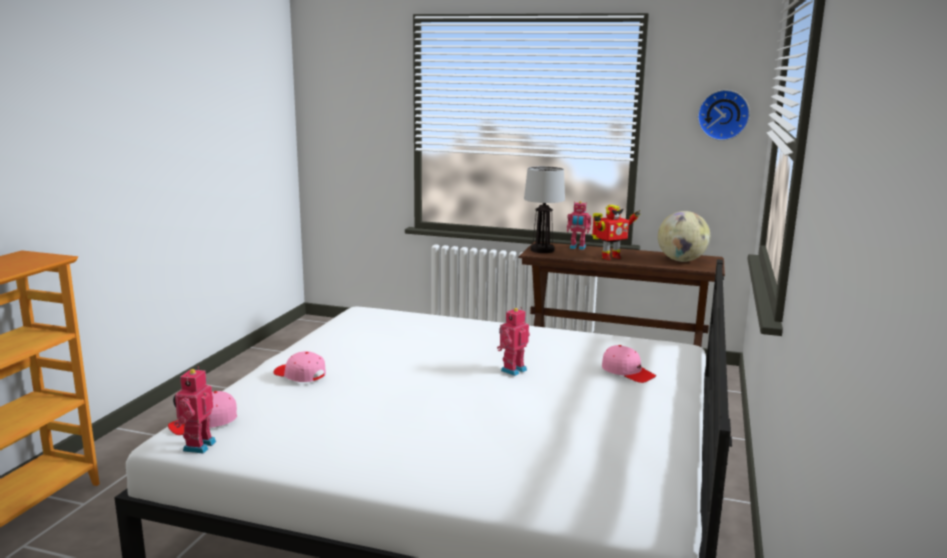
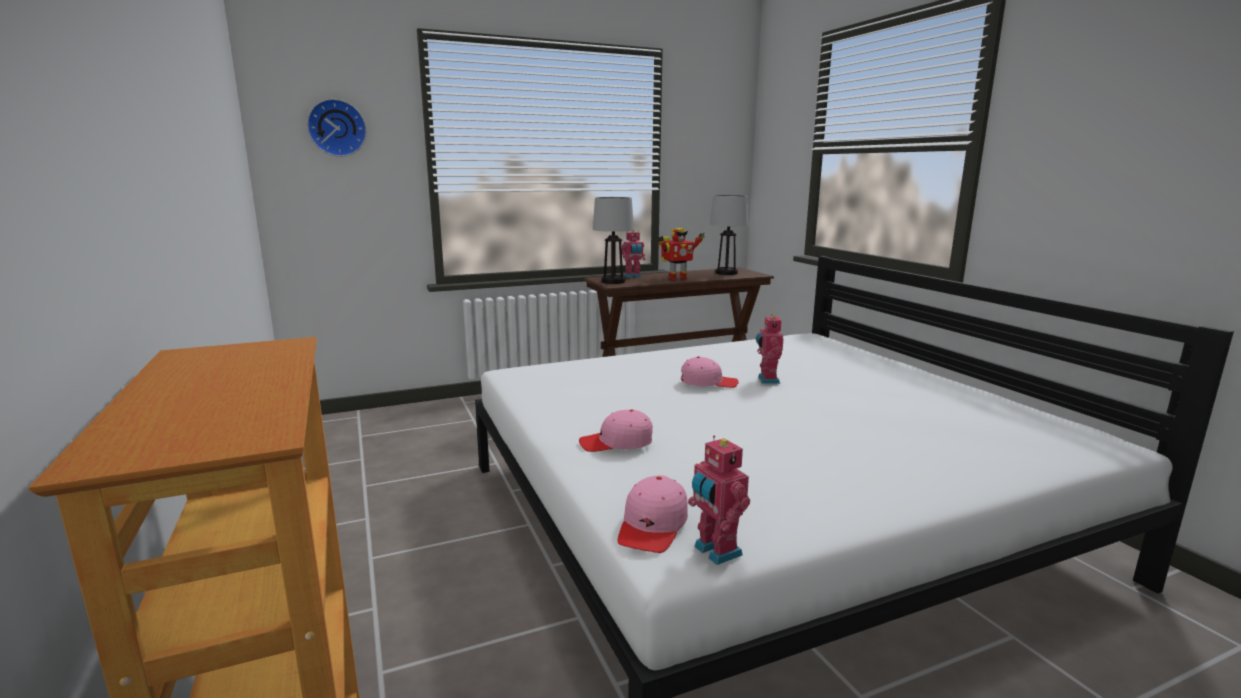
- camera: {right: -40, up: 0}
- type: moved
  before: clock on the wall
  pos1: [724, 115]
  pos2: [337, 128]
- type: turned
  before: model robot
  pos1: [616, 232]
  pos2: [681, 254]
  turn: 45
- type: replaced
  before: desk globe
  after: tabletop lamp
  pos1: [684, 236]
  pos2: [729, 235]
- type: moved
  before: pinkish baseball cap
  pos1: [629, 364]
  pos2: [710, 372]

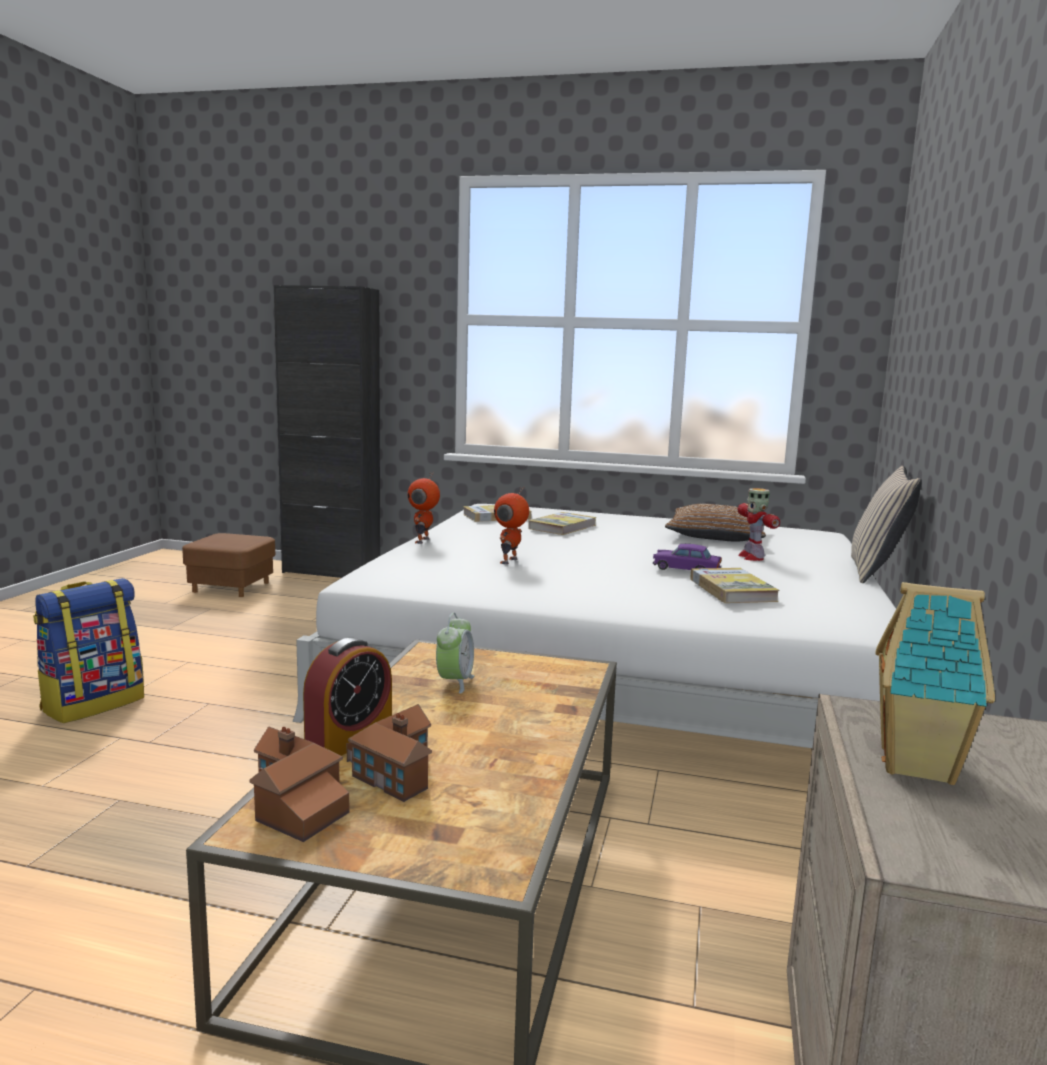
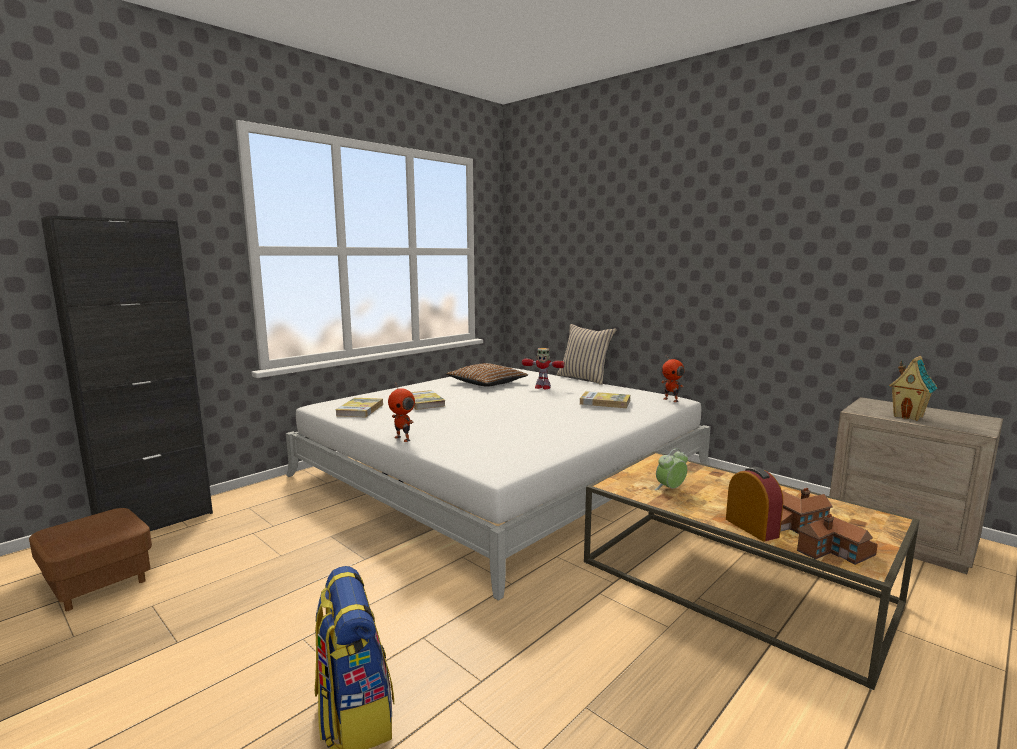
- camera: {right: -60, up: 0}
- type: moved
  before: model robot
  pos1: [511, 525]
  pos2: [673, 378]
- type: removed
  before: purple-coloured model car
  pos1: [687, 557]
- type: turned
  before: alarm clock
  pos1: [455, 653]
  pos2: [671, 469]
  turn: -75

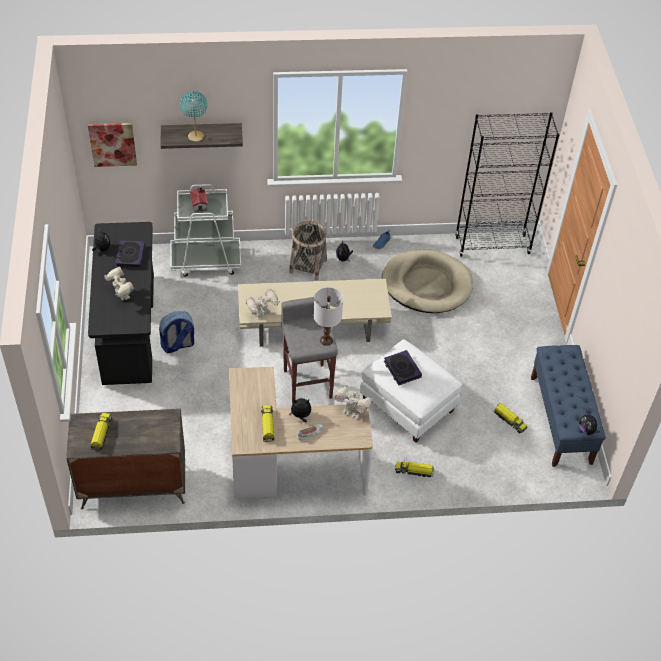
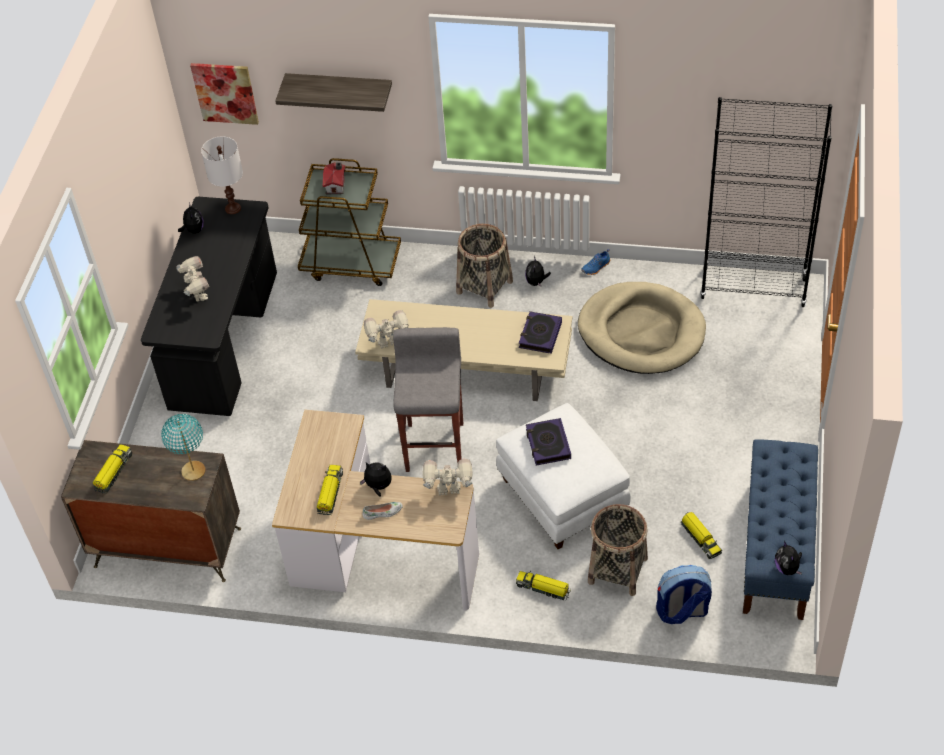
- camera: {right: 20, up: 0}
- type: moved
  before: turquoise tabletop lamp
  pos1: [194, 116]
  pos2: [183, 447]
- type: recoloured
  before: whitish cart
  after: brown cart
  pos1: [206, 230]
  pos2: [349, 222]
- type: moved
  before: bound book
  pos1: [130, 254]
  pos2: [540, 332]
- type: moved
  before: whitish tabletop lamp
  pos1: [328, 316]
  pos2: [222, 175]
- type: moved
  before: backpack
  pos1: [176, 332]
  pos2: [684, 594]
- type: turned
  before: model robot
  pos1: [354, 402]
  pos2: [447, 477]
  turn: 135
- type: added
  after: basket
  pos2: [618, 550]

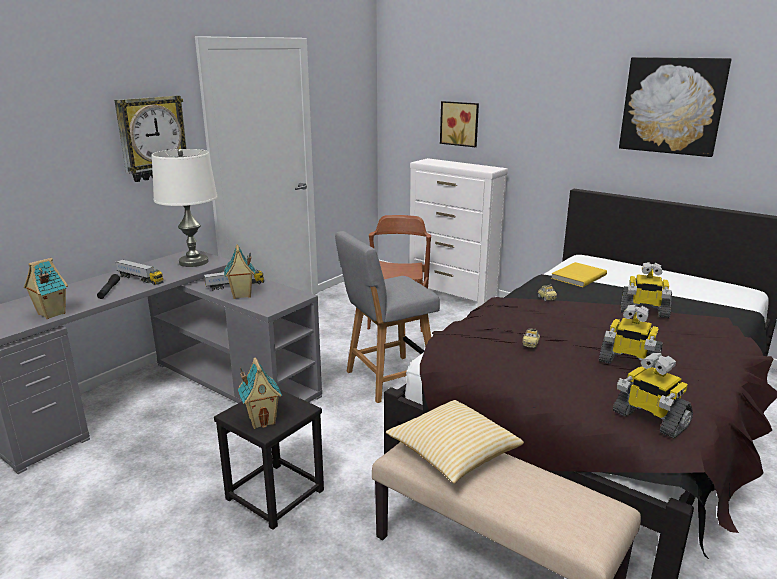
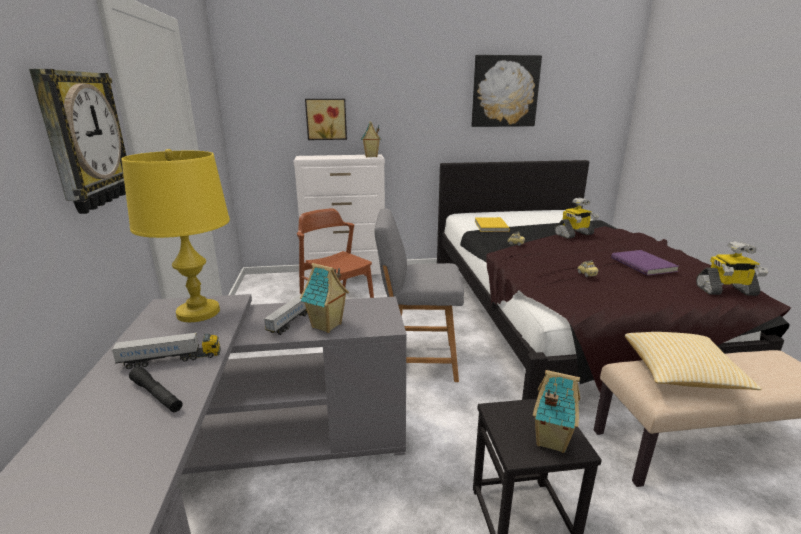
- camera: {right: -45, up: 0}
- type: recoloured
  before: whitish tabletop lamp
  after: yellow-coloured tabletop lamp
  pos1: [184, 208]
  pos2: [175, 235]
- type: turned
  before: greyish upright chair
  pos1: [387, 317]
  pos2: [419, 295]
  turn: 75
- type: moved
  before: model house
  pos1: [46, 288]
  pos2: [371, 139]
- type: replaced
  before: model robot
  after: purple-coloured bound book
  pos1: [631, 336]
  pos2: [645, 263]

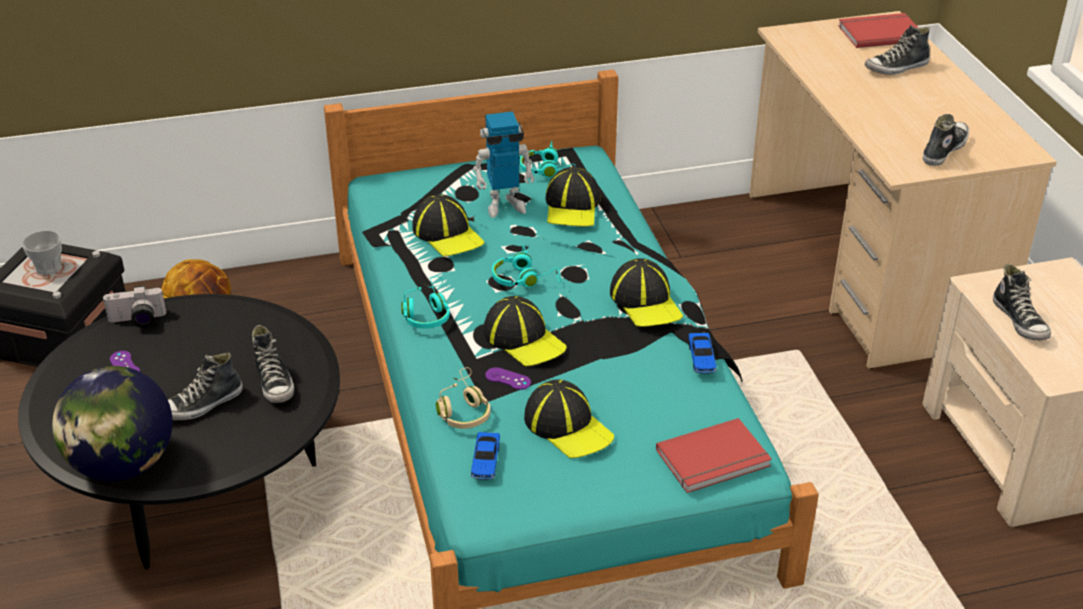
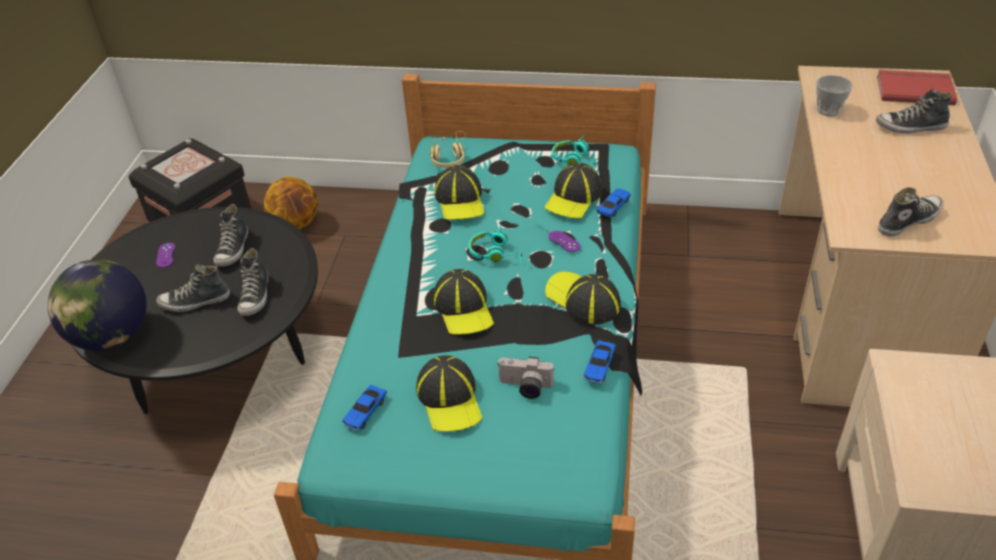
- camera: {right: 25, up: 5}
- type: removed
  before: model robot
  pos1: [504, 164]
- type: moved
  before: cup
  pos1: [42, 252]
  pos2: [834, 96]
- type: turned
  before: baseball cap
  pos1: [646, 292]
  pos2: [583, 298]
  turn: 135
- type: moved
  before: shoe
  pos1: [1022, 302]
  pos2: [230, 235]
- type: removed
  before: turquoise pair of headphones
  pos1: [425, 302]
- type: moved
  before: still camera
  pos1: [134, 306]
  pos2: [526, 378]
- type: moved
  before: sand-coloured pair of headphones
  pos1: [463, 398]
  pos2: [448, 149]
- type: moved
  before: purple-coloured game controller
  pos1: [508, 378]
  pos2: [565, 241]
- type: removed
  before: red bound book
  pos1: [714, 455]
- type: added
  after: model car
  pos2: [614, 202]

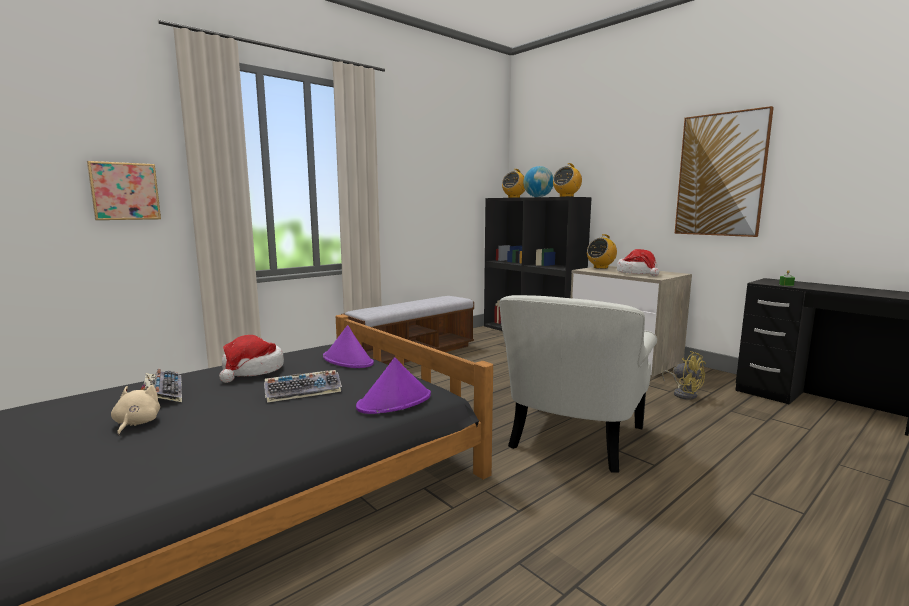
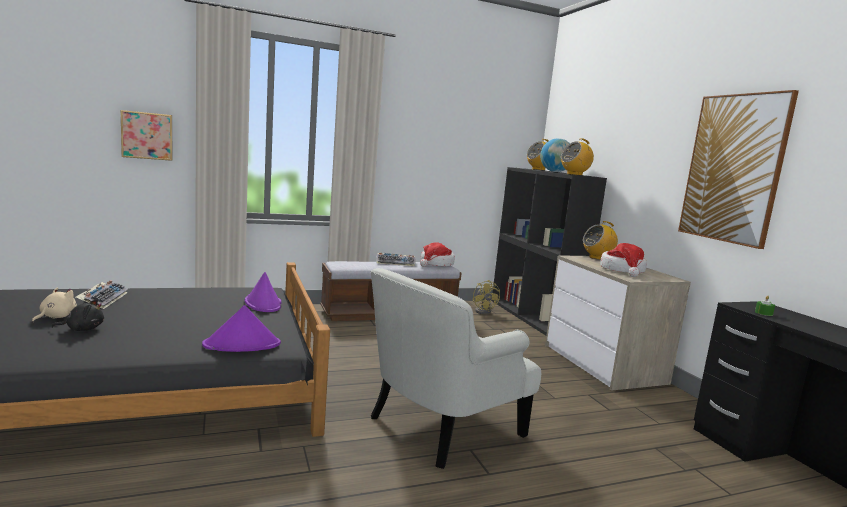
- camera: {right: 20, up: 0}
- type: moved
  before: clothing hat
  pos1: [251, 359]
  pos2: [437, 254]
- type: moved
  before: yellow-coloured fan
  pos1: [684, 375]
  pos2: [486, 297]
- type: moved
  before: PC keyboard
  pos1: [303, 386]
  pos2: [395, 259]
- type: added
  after: black-coloured plush toy
  pos2: [77, 315]

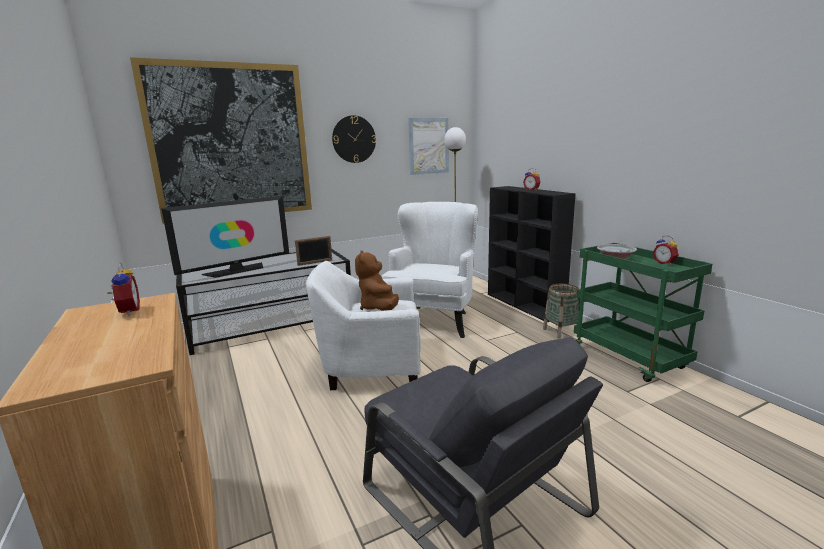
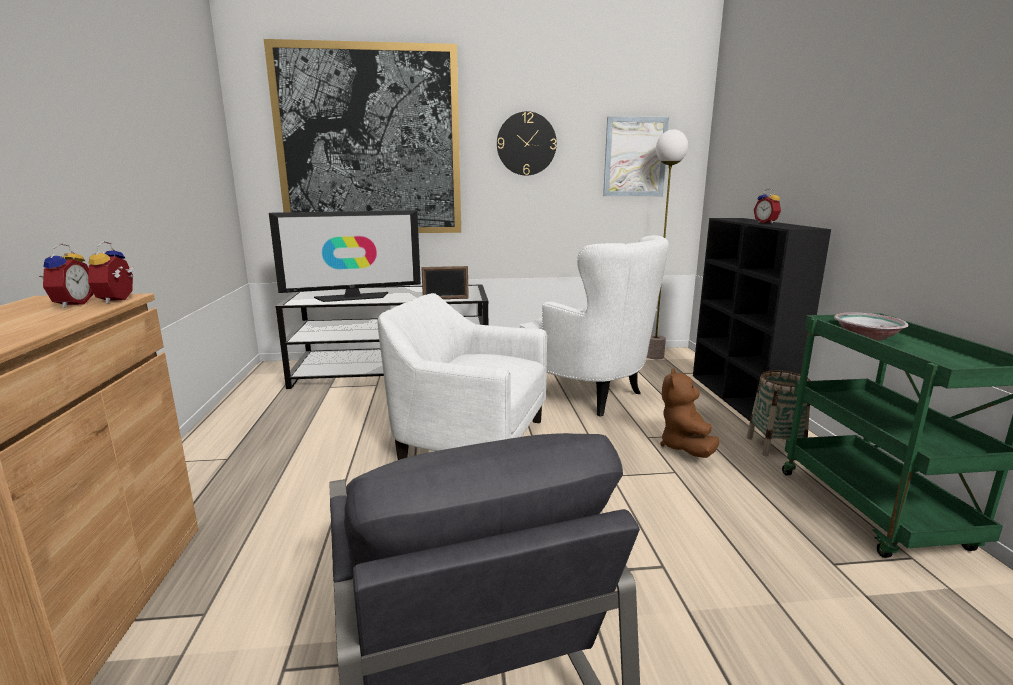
- camera: {right: 20, up: 0}
- type: turned
  before: whitish lounge chair
  pos1: [430, 270]
  pos2: [594, 325]
  turn: 90
- type: moved
  before: alarm clock
  pos1: [666, 250]
  pos2: [111, 272]
- type: moved
  before: brown plush toy
  pos1: [377, 281]
  pos2: [689, 413]

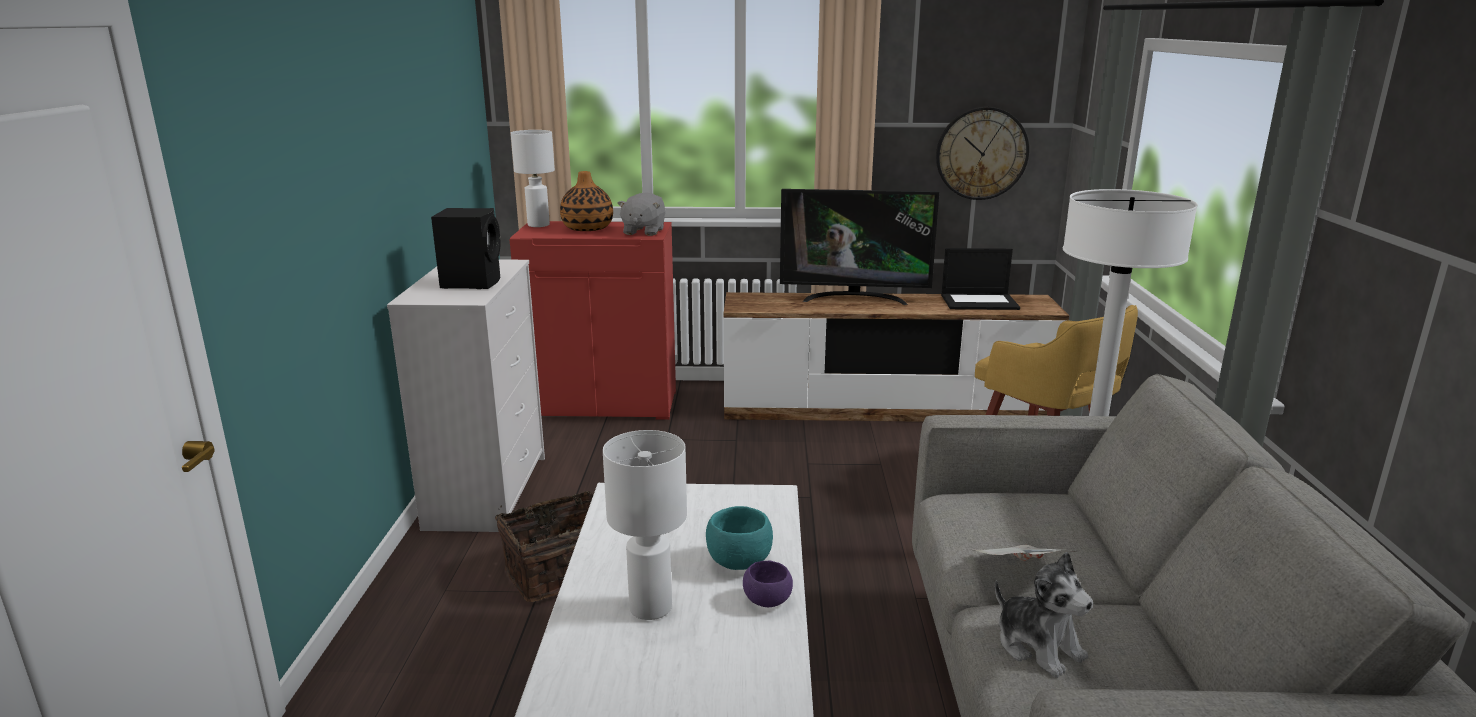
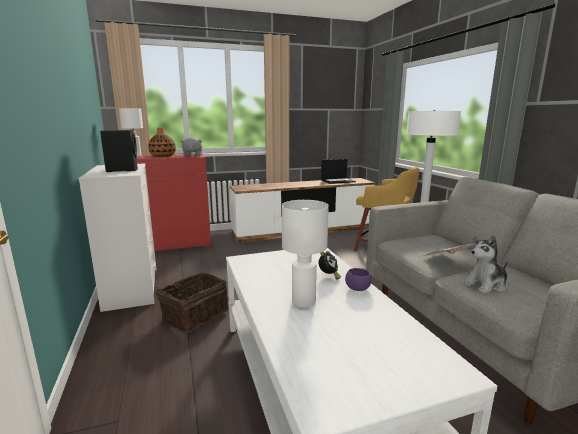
- camera: {right: -20, up: -5}
- type: removed
  before: clock on the wall
  pos1: [982, 153]
- type: removed
  before: television
  pos1: [859, 247]
- type: replaced
  before: turquoise deep dish
  after: alarm clock
  pos1: [739, 538]
  pos2: [330, 265]
- type: turned
  before: plush toy
  pos1: [1044, 615]
  pos2: [485, 264]
  turn: 120

